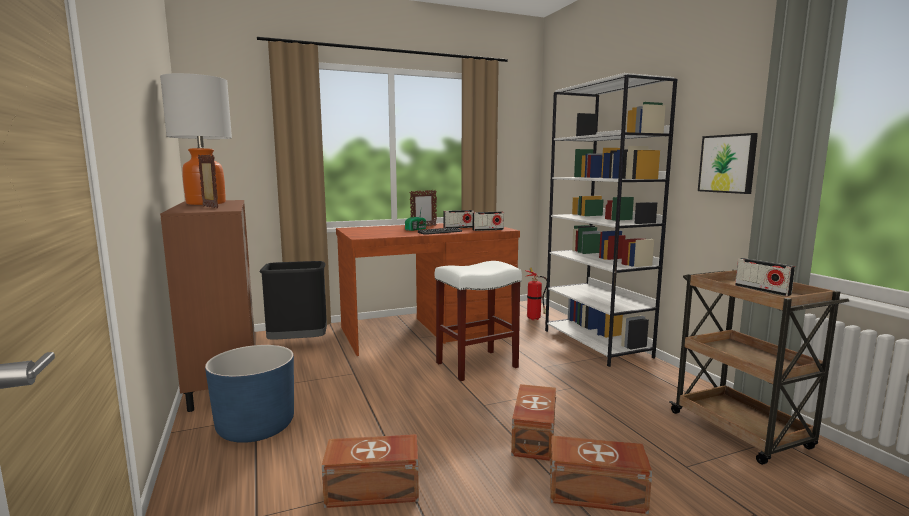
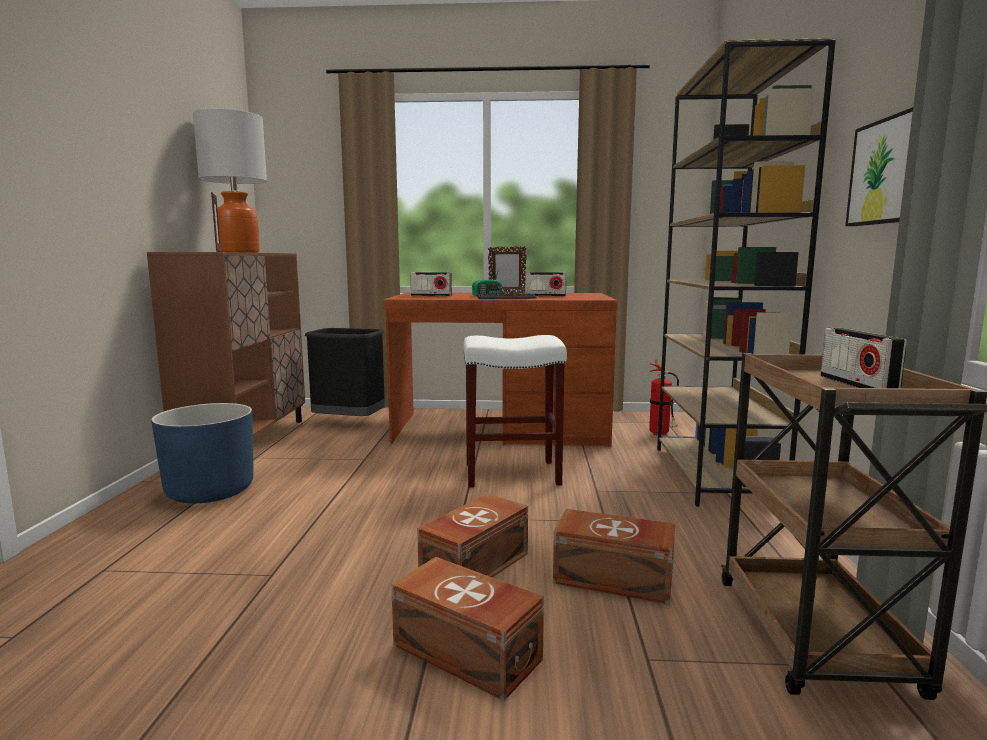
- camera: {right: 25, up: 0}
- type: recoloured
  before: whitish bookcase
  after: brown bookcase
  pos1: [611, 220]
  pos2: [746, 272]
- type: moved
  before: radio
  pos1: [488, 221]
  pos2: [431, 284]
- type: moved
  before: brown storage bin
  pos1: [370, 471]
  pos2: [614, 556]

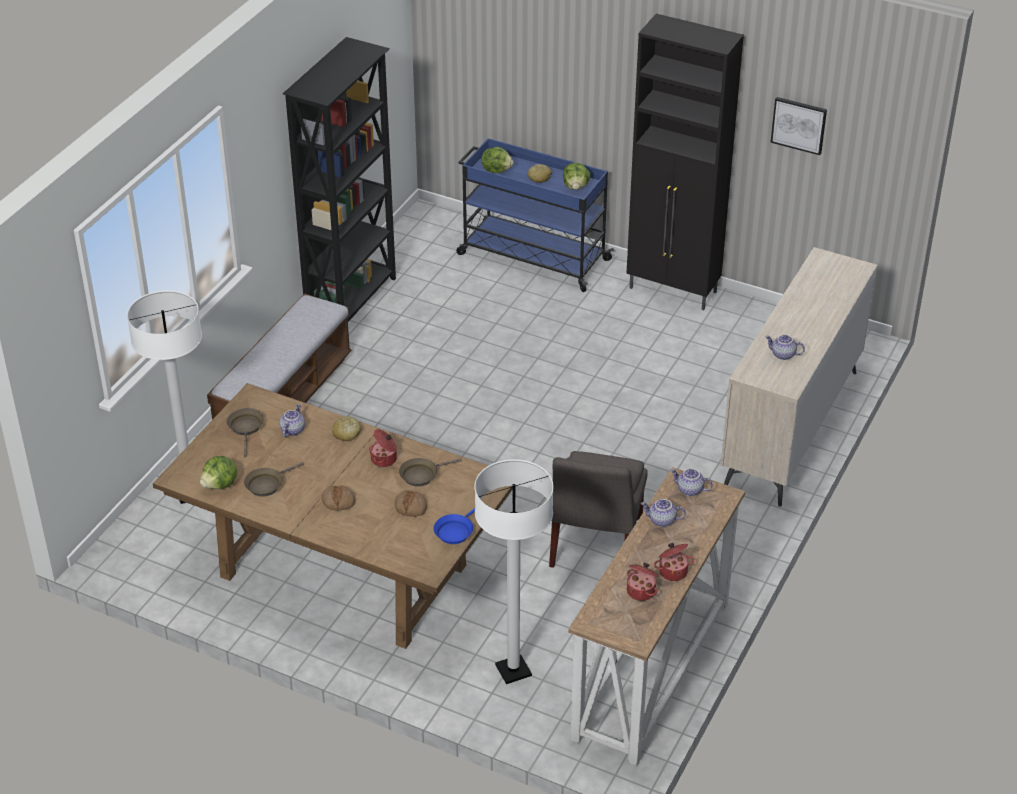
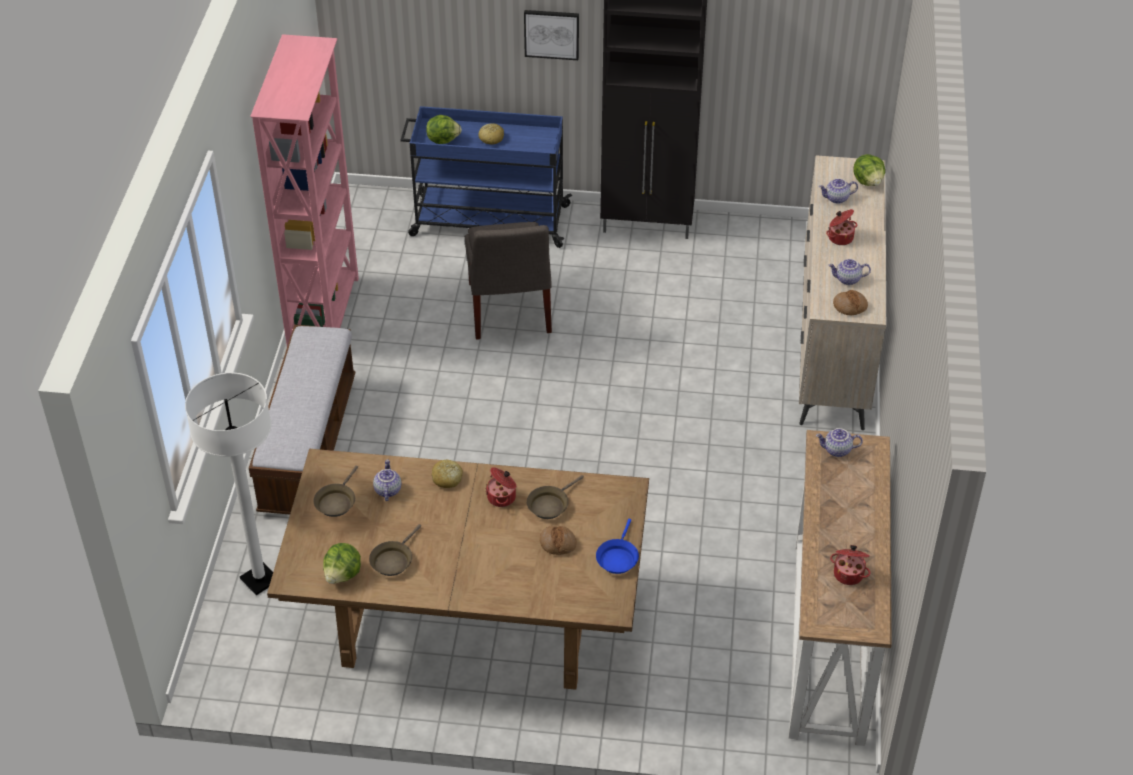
- camera: {right: -20, up: 5}
- type: recoloured
  before: black-coloured bookcase
  after: pinkish bookcase
  pos1: [339, 179]
  pos2: [304, 190]
- type: moved
  before: picture
  pos1: [799, 126]
  pos2: [551, 35]
- type: moved
  before: head of lettuce
  pos1: [576, 176]
  pos2: [869, 170]
- type: turned
  before: brown frying pan
  pos1: [245, 432]
  pos2: [335, 491]
  turn: -135
- type: moved
  before: greyish upright chair
  pos1: [598, 509]
  pos2: [508, 281]
- type: removed
  before: whitish floor lamp
  pos1: [514, 571]
- type: moved
  before: baked bread
  pos1: [338, 498]
  pos2: [850, 302]
- type: moved
  before: teapot
  pos1: [663, 513]
  pos2: [838, 191]
- type: moved
  before: stockpot
  pos1: [674, 562]
  pos2: [841, 227]

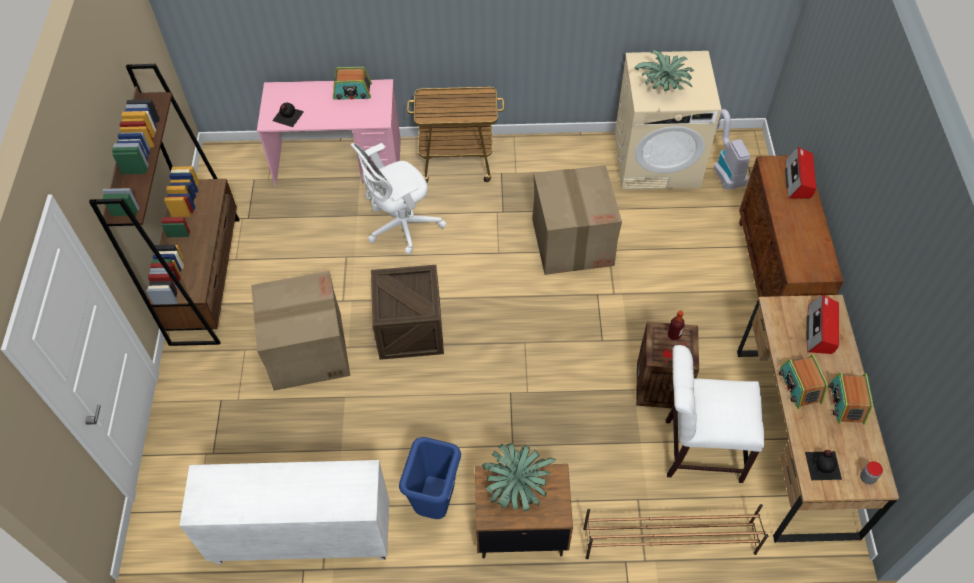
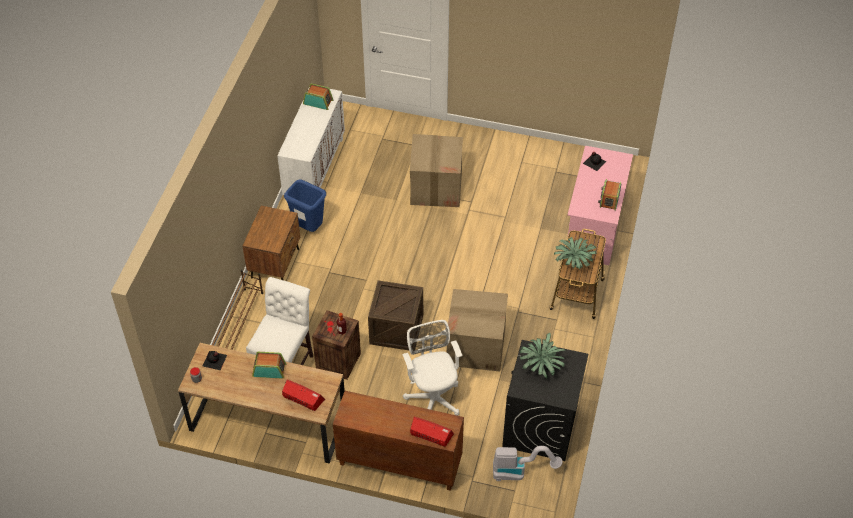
- camera: {right: 105, up: -5}
- type: recoloured
  before: sand-coloured laundry machine
  after: black-coloured laundry machine
  pos1: [668, 120]
  pos2: [545, 400]
- type: removed
  before: brown bookcase
  pos1: [164, 205]
- type: moved
  before: whitish desk chair
  pos1: [399, 199]
  pos2: [432, 368]
- type: moved
  before: packing crate
  pos1: [407, 312]
  pos2: [395, 315]
- type: moved
  before: radio
  pos1: [850, 399]
  pos2: [318, 96]
- type: moved
  before: houseplant
  pos1: [519, 477]
  pos2: [575, 253]

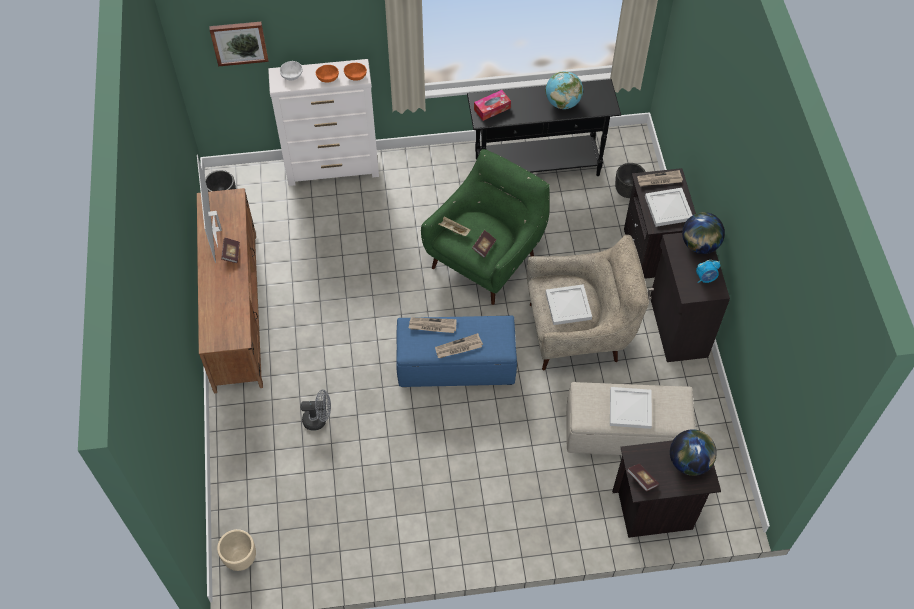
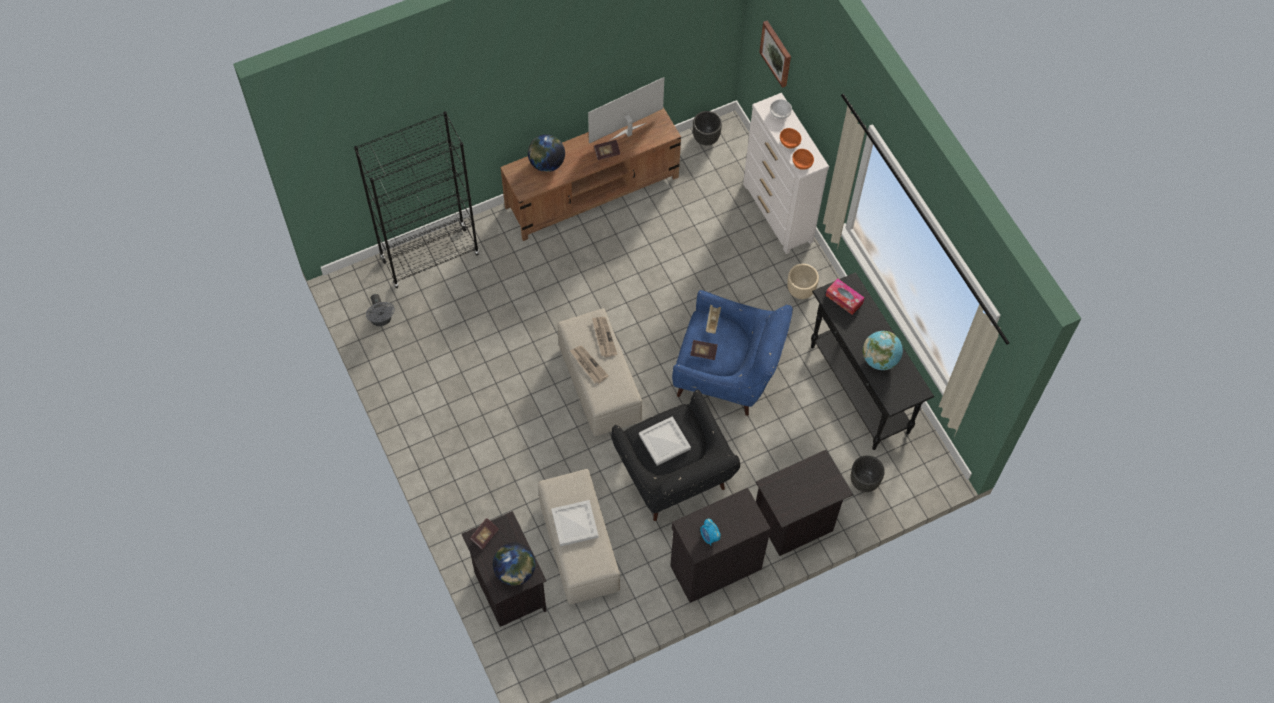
- camera: {right: 70, up: 5}
- type: recoloured
  before: green-coloured lounge chair
  after: blue-coloured lounge chair
  pos1: [485, 227]
  pos2: [732, 353]
- type: removed
  before: daily paper
  pos1: [660, 178]
- type: removed
  before: whitish carrying tray
  pos1: [669, 207]
- type: moved
  before: desk globe
  pos1: [703, 233]
  pos2: [546, 153]
- type: recoloured
  before: sand-coloured lounge chair
  after: black-coloured lounge chair
  pos1: [588, 302]
  pos2: [675, 455]
- type: recoloured
  before: blue-coloured ottoman
  after: sand-coloured ottoman
  pos1: [456, 351]
  pos2: [600, 372]
- type: moved
  before: greyish fan
  pos1: [315, 410]
  pos2: [380, 310]
- type: moved
  before: sand-coloured planter
  pos1: [236, 550]
  pos2: [803, 281]
- type: added
  after: black-coloured bookcase
  pos2: [417, 199]

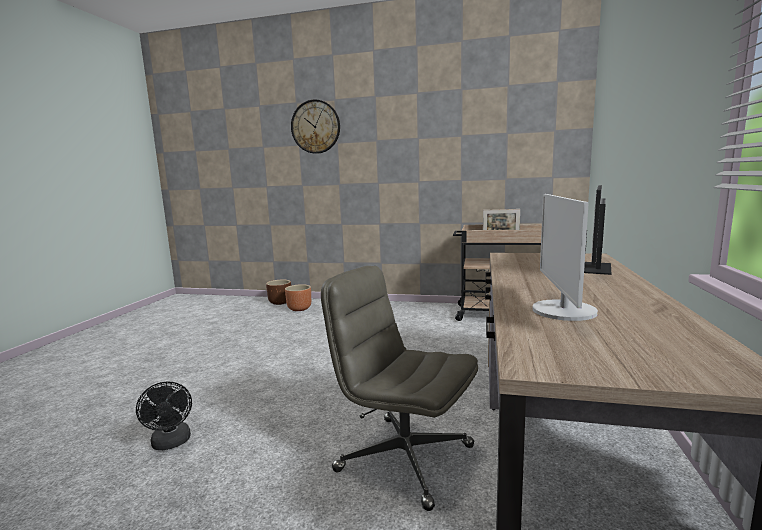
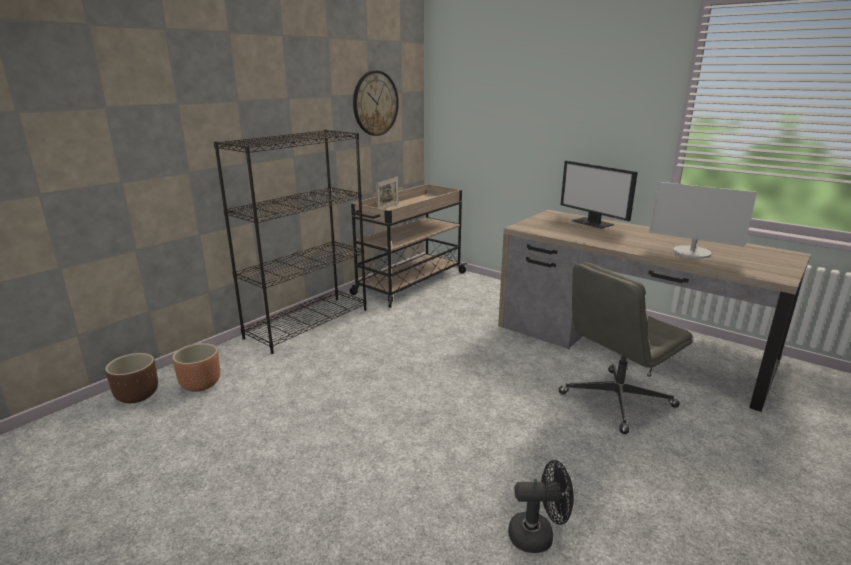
- camera: {right: -65, up: 10}
- type: moved
  before: clock on the wall
  pos1: [315, 127]
  pos2: [376, 103]
- type: added
  after: black-coloured bookcase
  pos2: [290, 242]

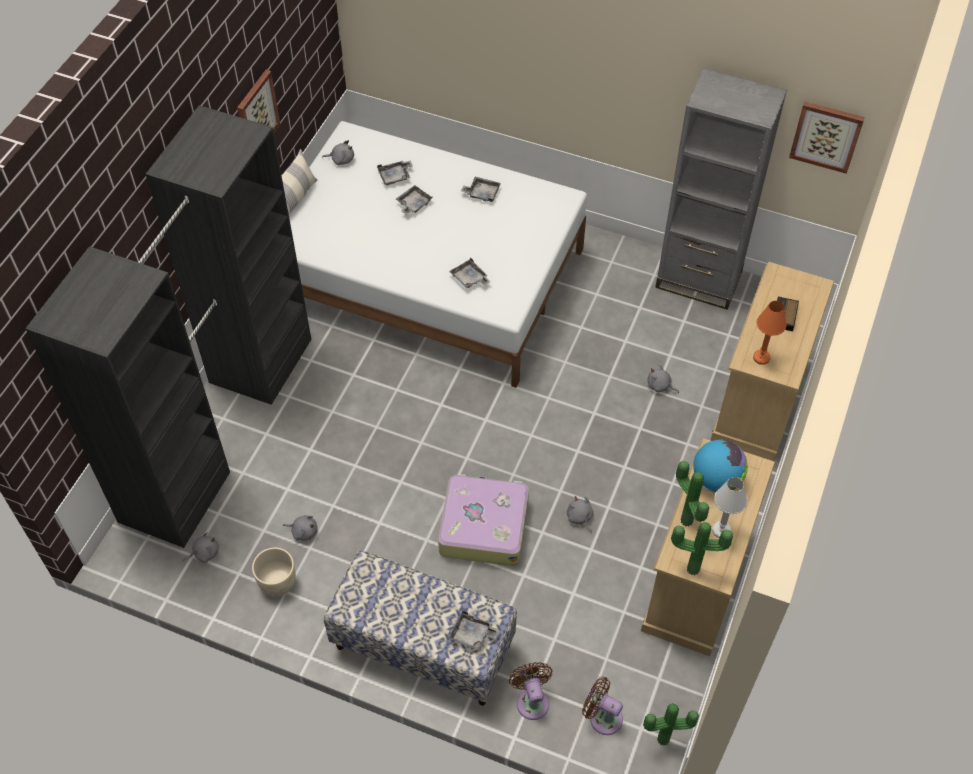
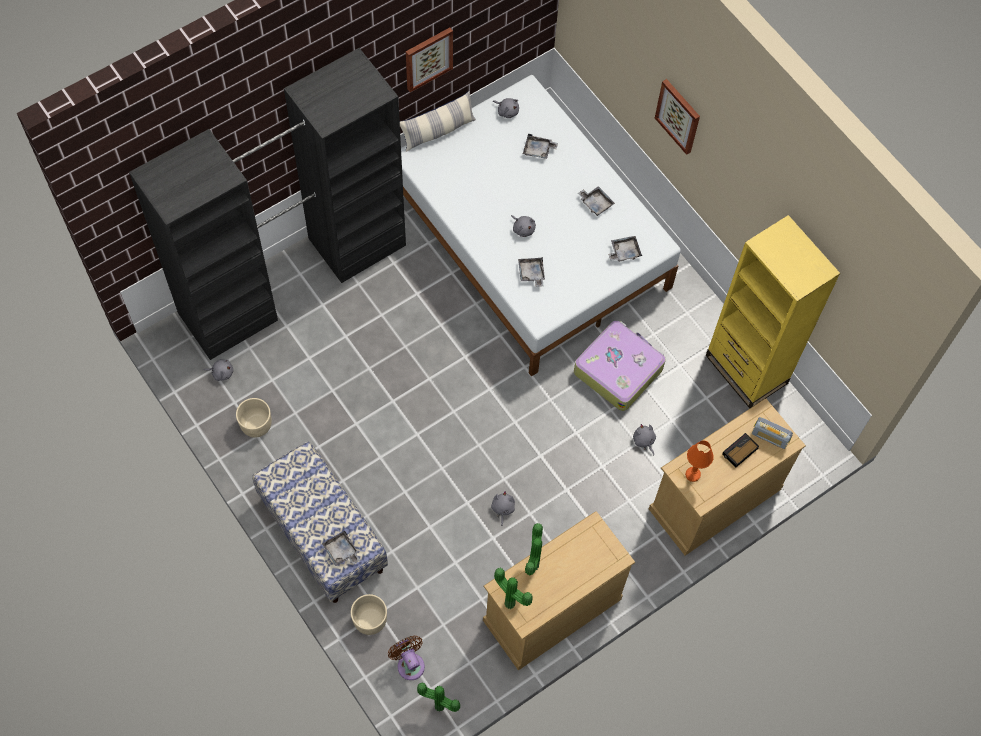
- camera: {right: 30, up: 10}
- type: recoloured
  before: greyish bookcase
  after: yellow-coloured bookcase
  pos1: [721, 189]
  pos2: [773, 311]
- type: moved
  before: picture
  pos1: [827, 137]
  pos2: [677, 117]
- type: moved
  before: greyish carrying tray
  pos1: [414, 200]
  pos2: [625, 248]
- type: removed
  before: desk globe
  pos1: [720, 466]
- type: moved
  before: piece of luggage
  pos1: [483, 520]
  pos2: [620, 366]
- type: removed
  before: whitish tabletop lamp
  pos1: [729, 507]
- type: moved
  before: greyish plush toy
  pos1: [300, 528]
  pos2: [523, 226]
- type: replaced
  before: brown fan
  after: sand-coloured planter
  pos1: [530, 691]
  pos2: [369, 614]
- type: added
  after: radio
  pos2: [772, 433]

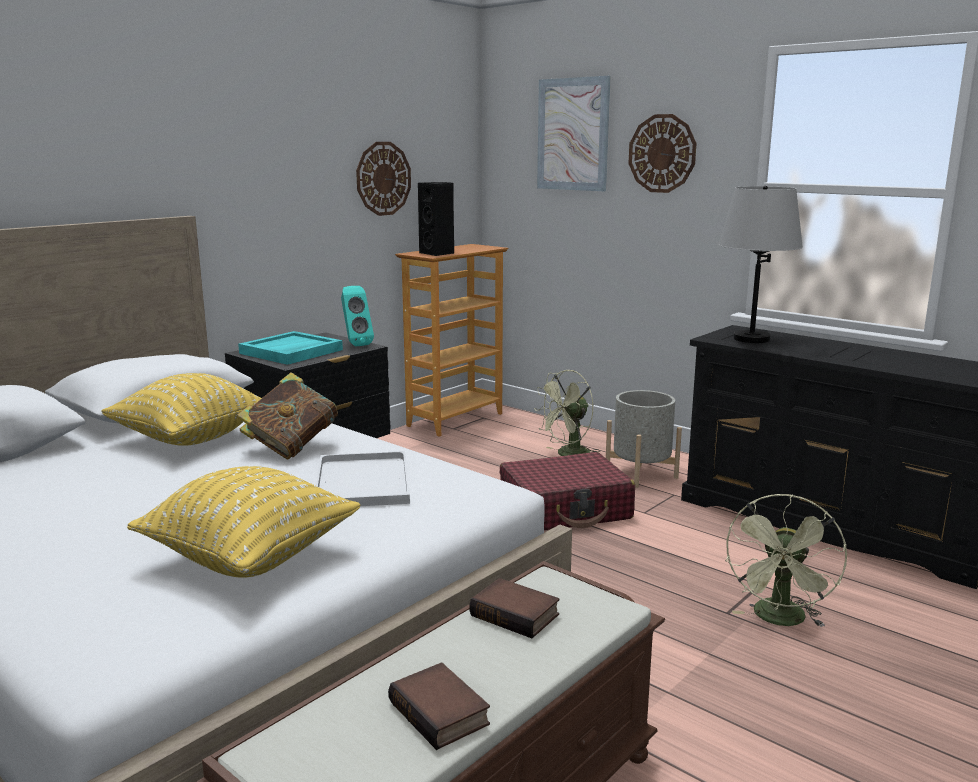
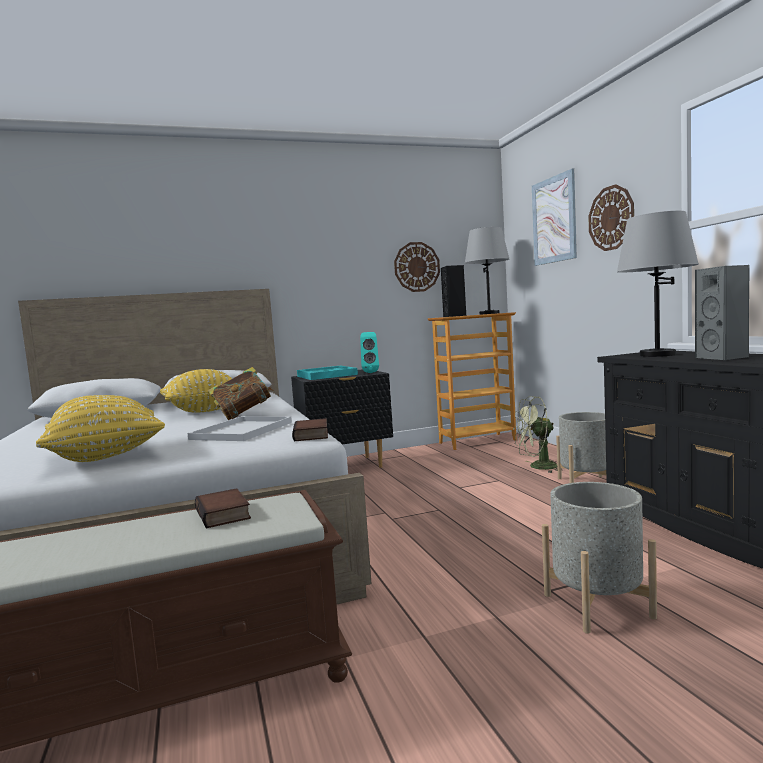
- camera: {right: 30, up: -10}
- type: removed
  before: red piece of luggage
  pos1: [567, 491]
- type: replaced
  before: green-coloured fan
  after: greyish planter
  pos1: [786, 560]
  pos2: [599, 558]
- type: moved
  before: bound book
  pos1: [439, 706]
  pos2: [310, 430]
- type: added
  after: greyish tabletop lamp
  pos2: [487, 271]
- type: added
  after: greyish audio speaker
  pos2: [722, 312]

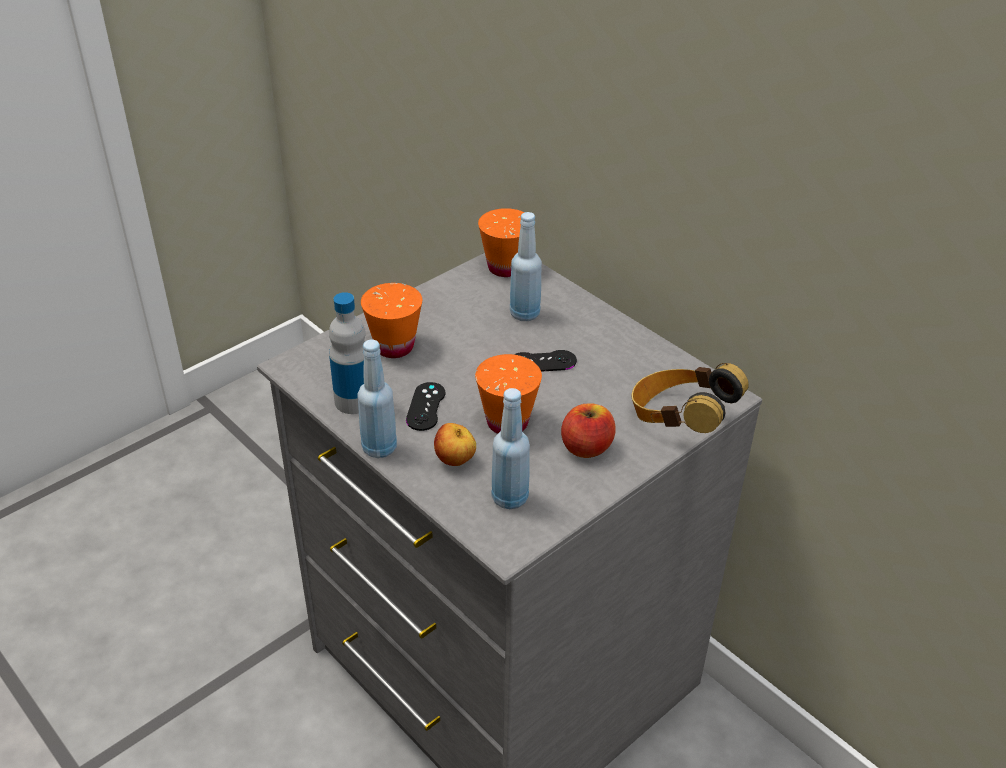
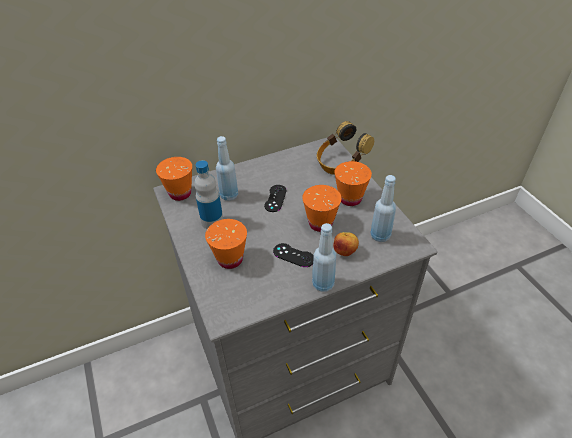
- camera: {right: -70, up: 5}
- type: moved
  before: bottle
  pos1: [347, 353]
  pos2: [208, 194]
- type: replaced
  before: apple fruit
  after: orange cup
  pos1: [588, 430]
  pos2: [353, 183]

